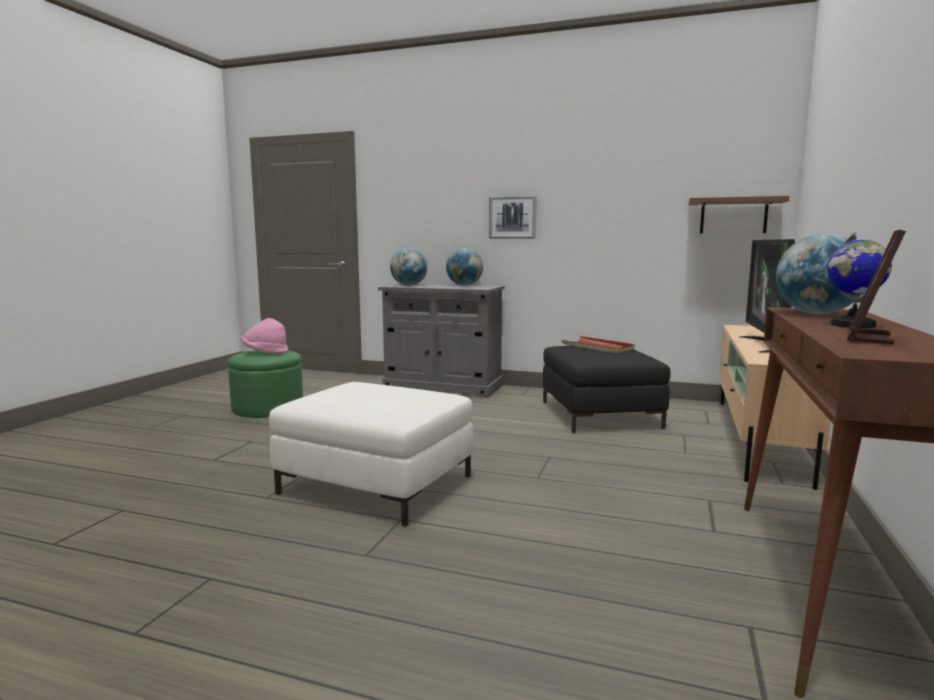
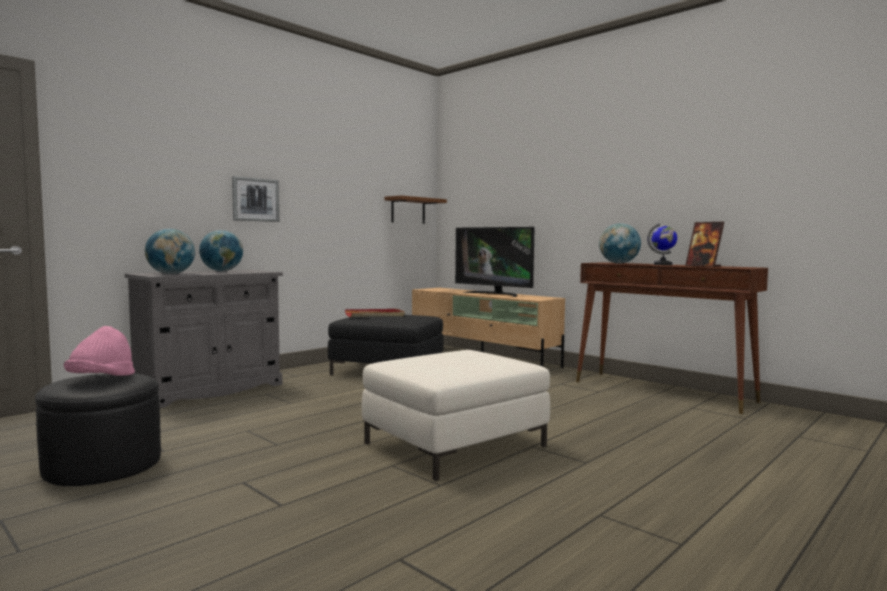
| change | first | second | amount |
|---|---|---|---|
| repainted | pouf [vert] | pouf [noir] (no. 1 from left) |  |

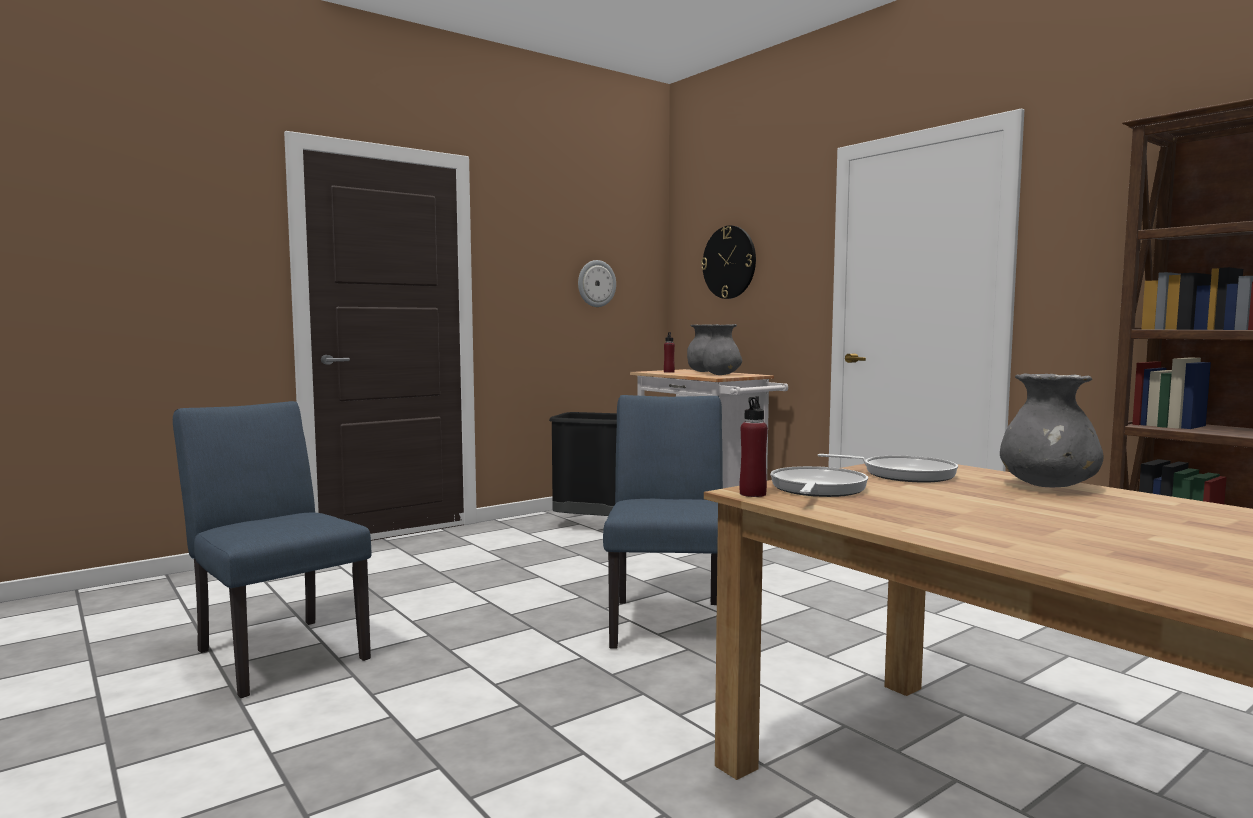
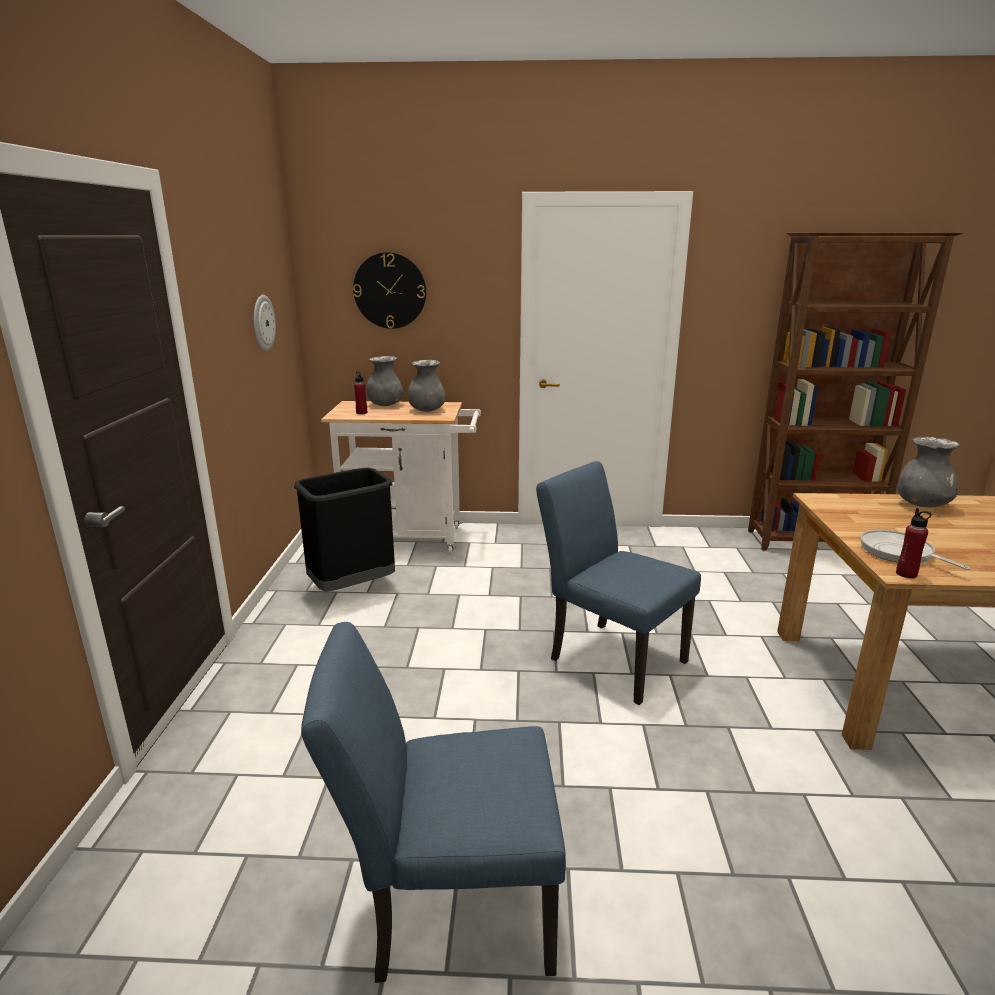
| change | first | second | amount |
|---|---|---|---|
| gone | poêle (no. 2 from left) |  |  |

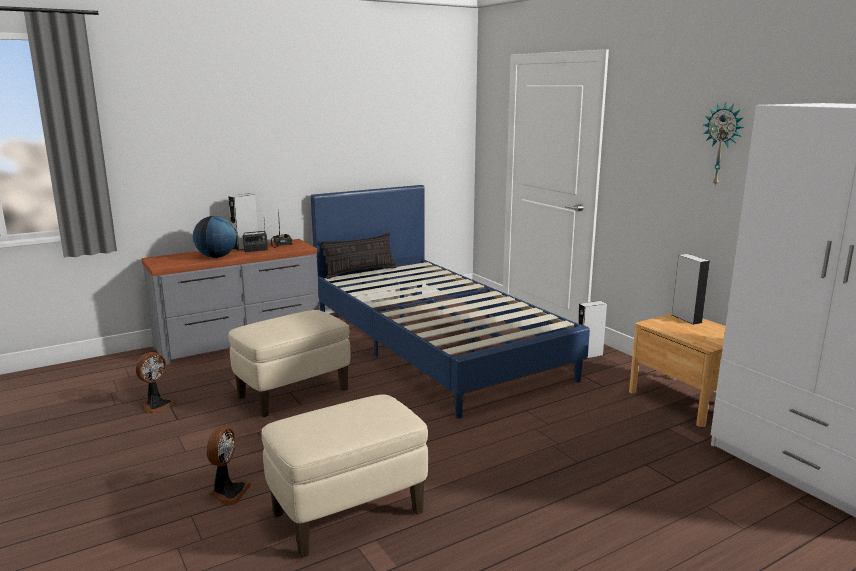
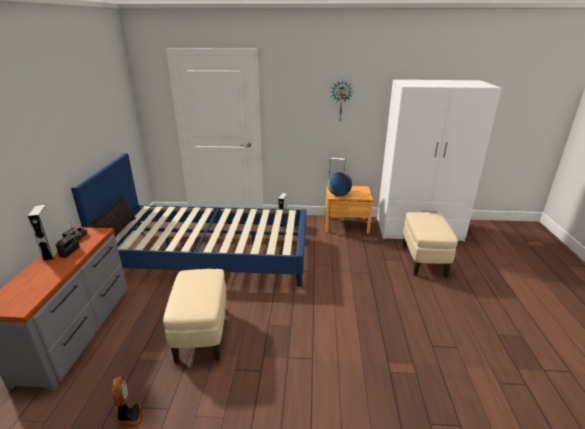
| change | first | second | amount |
|---|---|---|---|
| shifted | globe |  |  |
| shifted | pouf [beige] (no. 2 from left) |  |  |
| gone | ventilateur (no. 2 from left) |  |  |

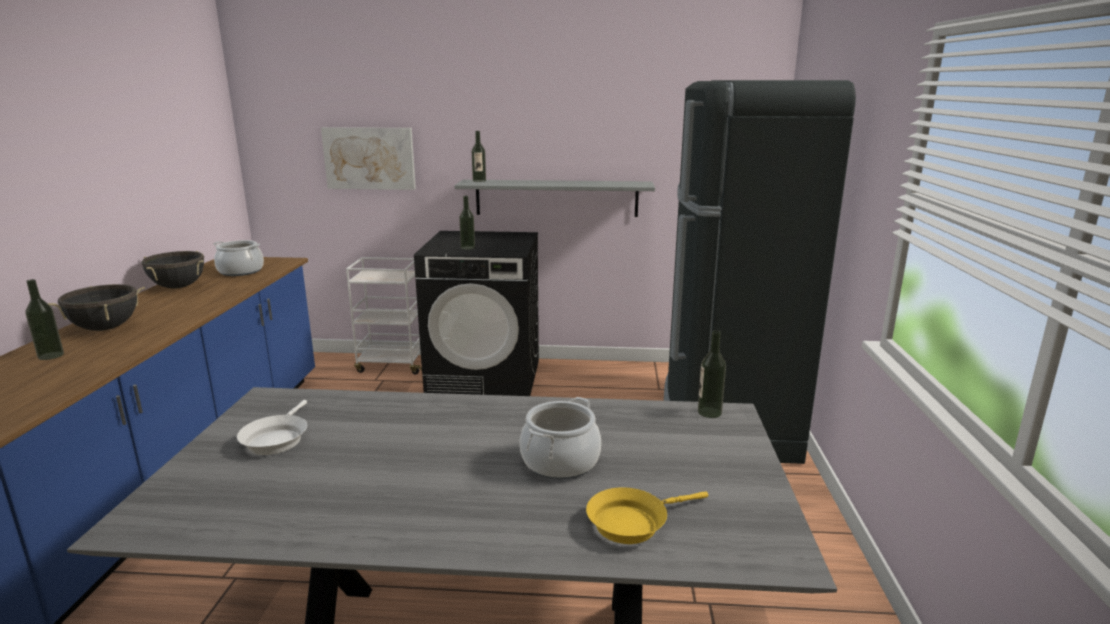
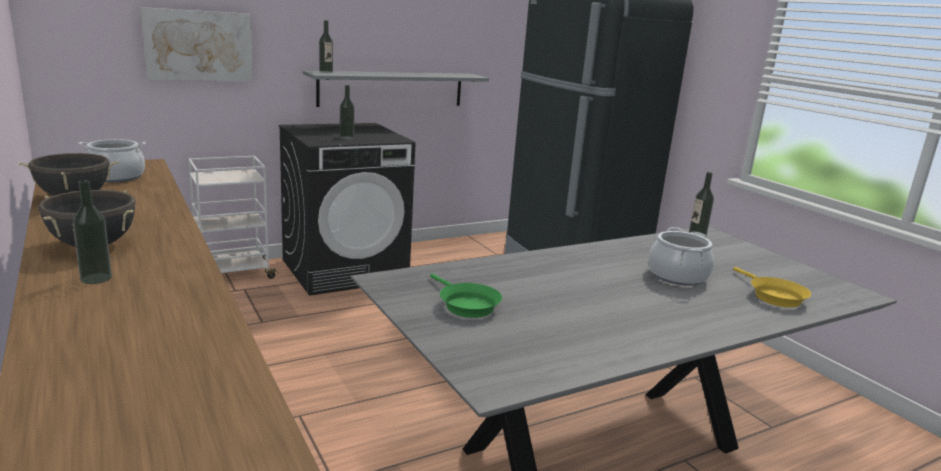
| change | first | second | amount |
|---|---|---|---|
| repainted | poêle [blanc] | poêle [vert] |  |
| rotated | poêle [jaune] |  | 45 degrees counterclockwise |

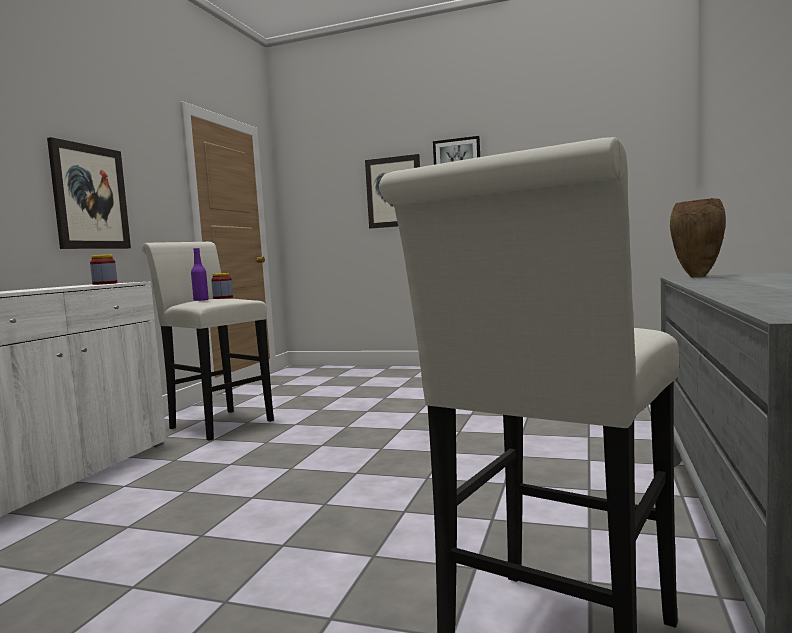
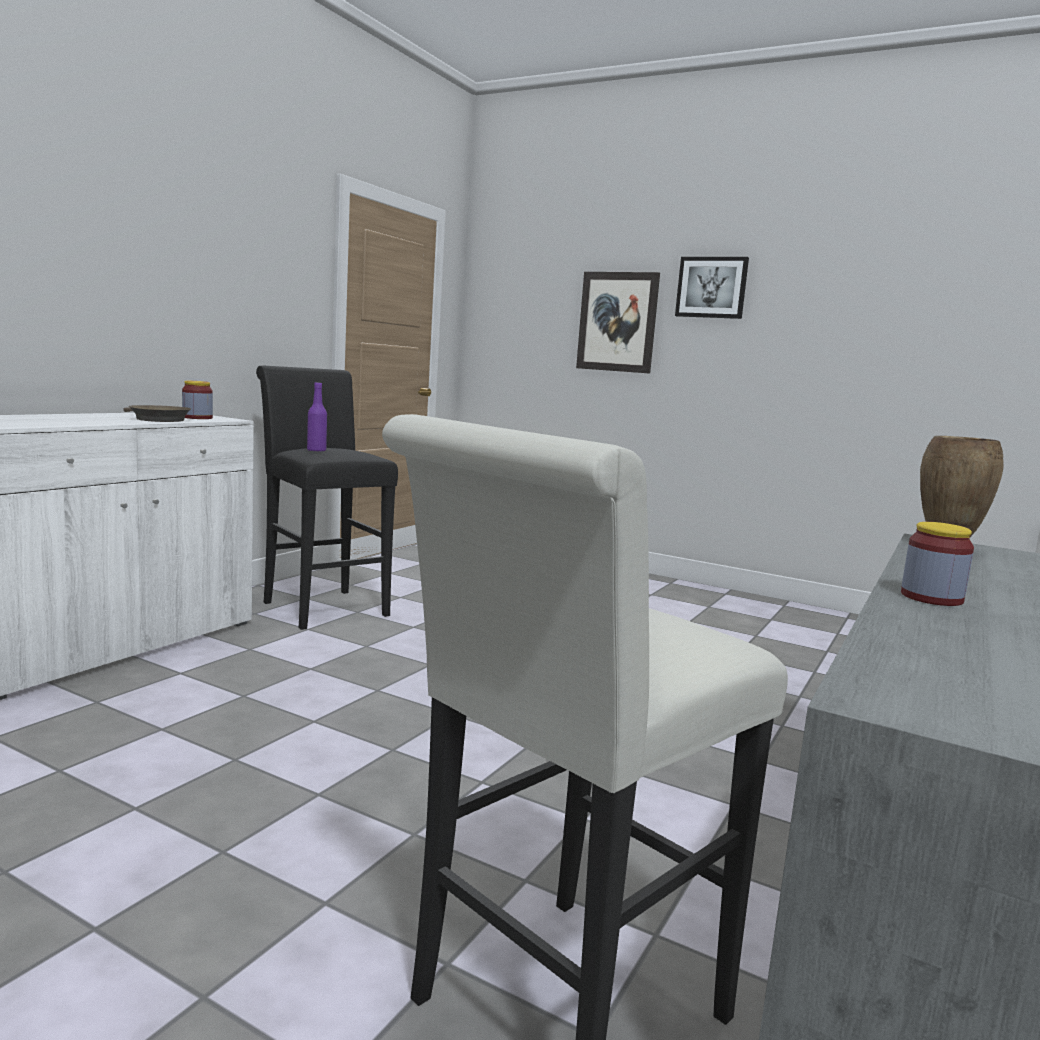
| change | first | second | amount |
|---|---|---|---|
| gone | tableau (no. 1 from left) |  |  |
| repainted | tabouret [blanc] (no. 1 from left) | tabouret [noir] |  |
| shifted | bocal (no. 2 from left) |  |  |
| new |  | poêle [marron] |  |

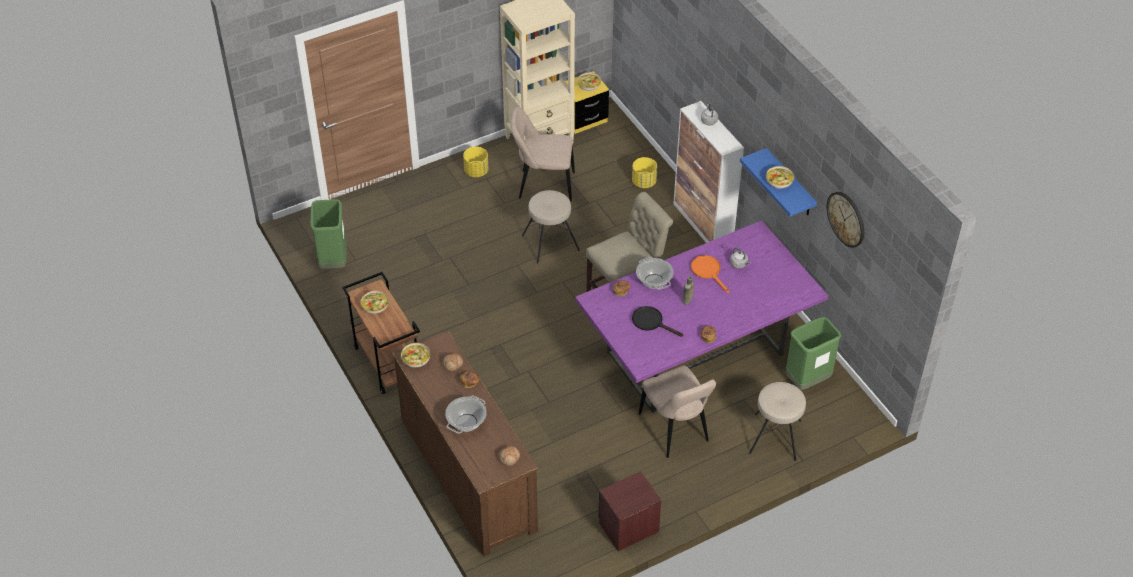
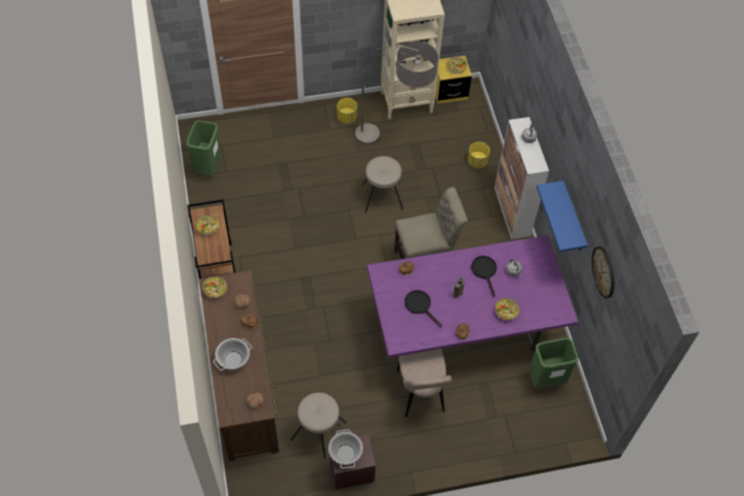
| change | first | second | amount |
|---|---|---|---|
| swapped | chaise [beige] (no. 1 from left) | lampadaire |  |
| shifted | bol (no. 4 from left) |  |  |
| repainted | poêle [orange] | poêle [noir] (no. 2 from left) |  |
| shifted | marmite (no. 2 from left) |  |  |
| shifted | tabouret [beige] (no. 2 from left in the first image) | tabouret [beige] (no. 1 from left) |  |

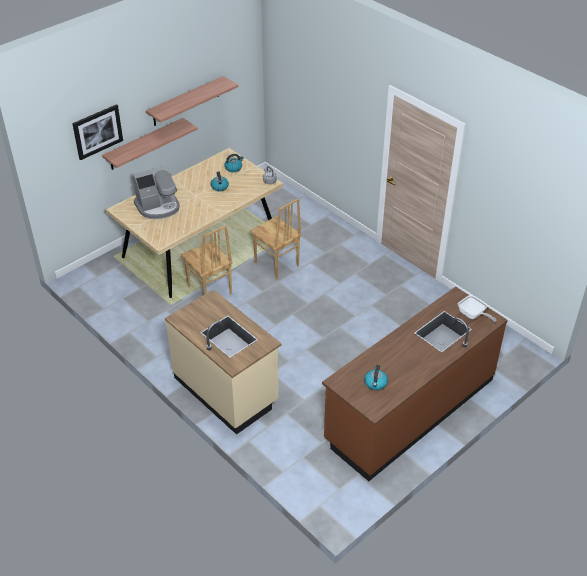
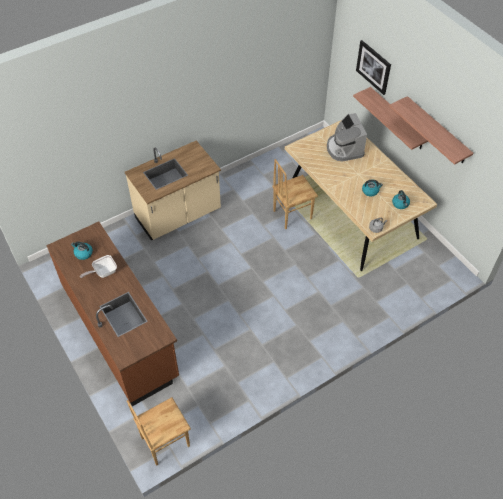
| change | first | second | amount |
|---|---|---|---|
| shifted | chaise [marron] (no. 2 from left in the first image) | chaise [marron] (no. 1 from left) |  |
| shifted | poêle |  |  |

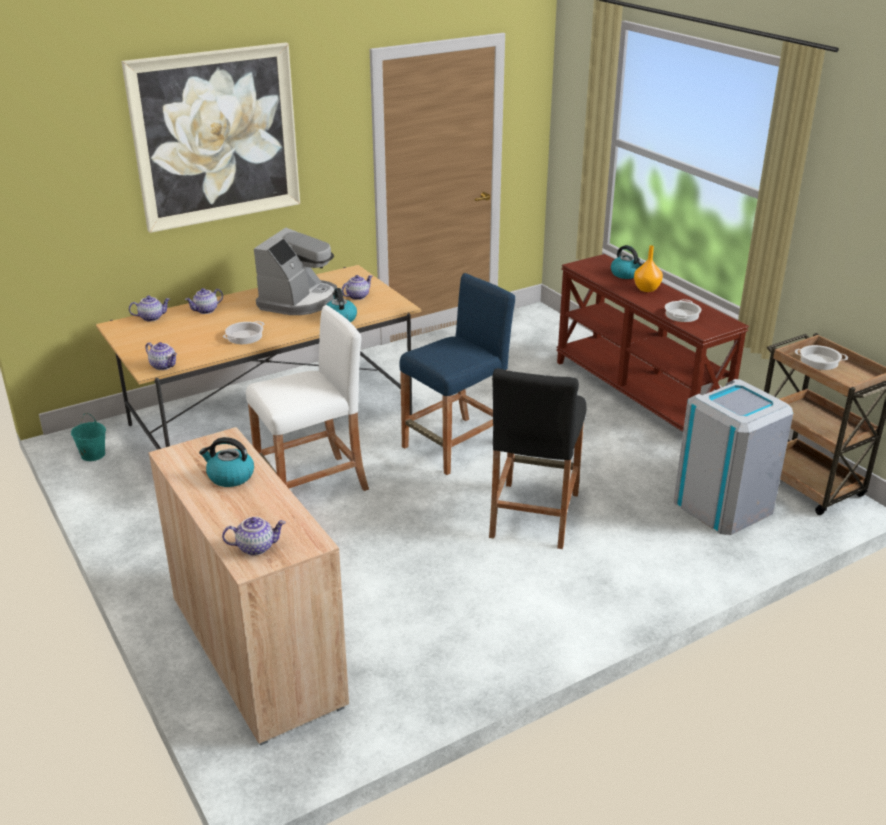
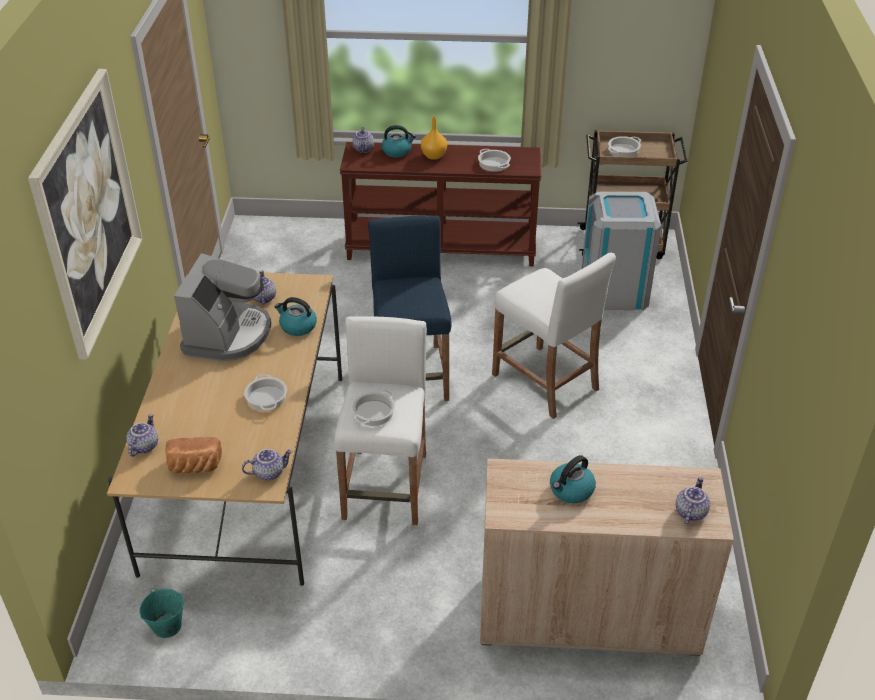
| change | first | second | amount |
|---|---|---|---|
| rotated | machine à café |  | 45 degrees clockwise |
| shifted | théière (no. 3 from left in the first image) | théière (no. 4 from left) |  |
| repainted | tabouret [noir] | tabouret [blanc] (no. 2 from left) |  |
| new |  | marmite (no. 2 from left) |  |
| new |  | pain |  |

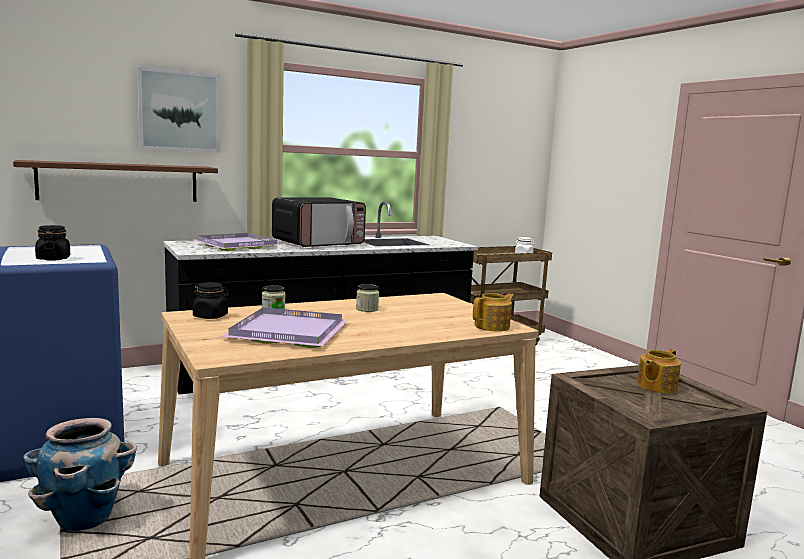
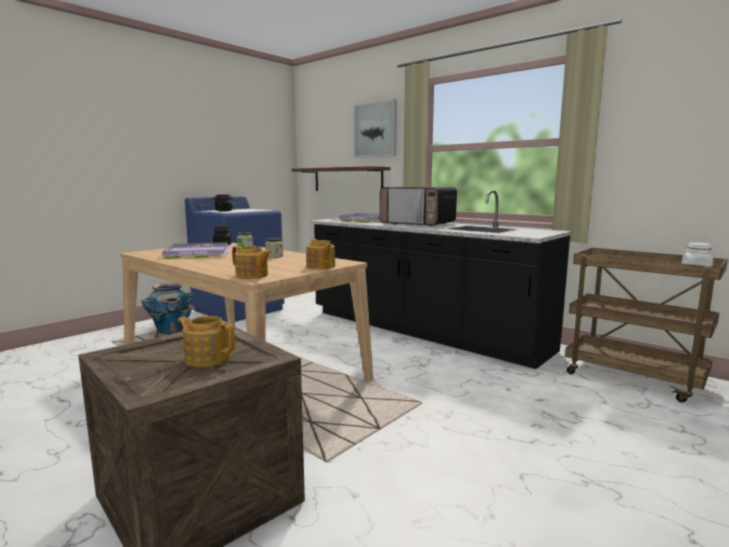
| change | first | second | amount |
|---|---|---|---|
| new |  | théière (no. 3 from left) |  |

